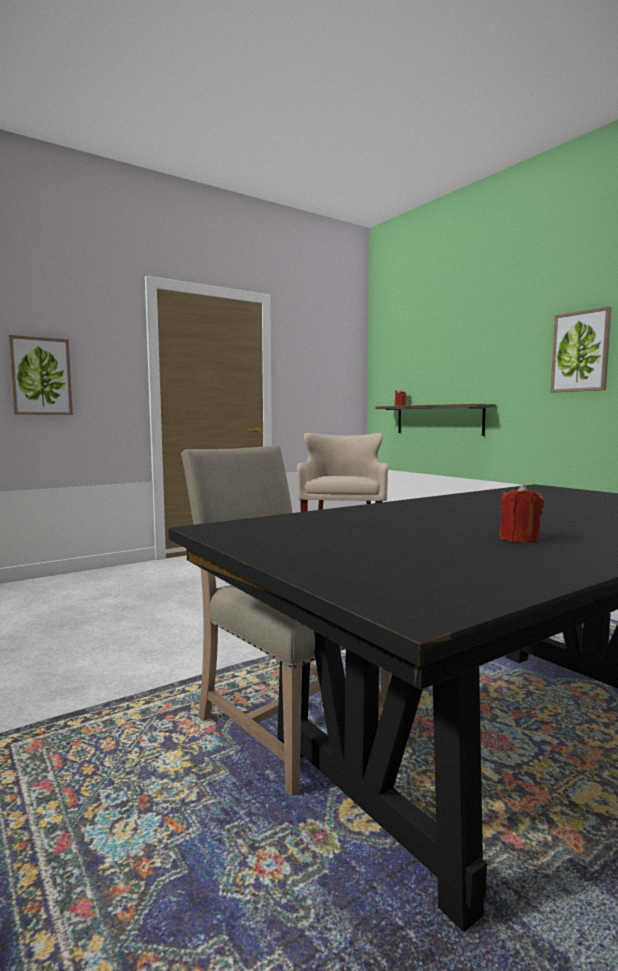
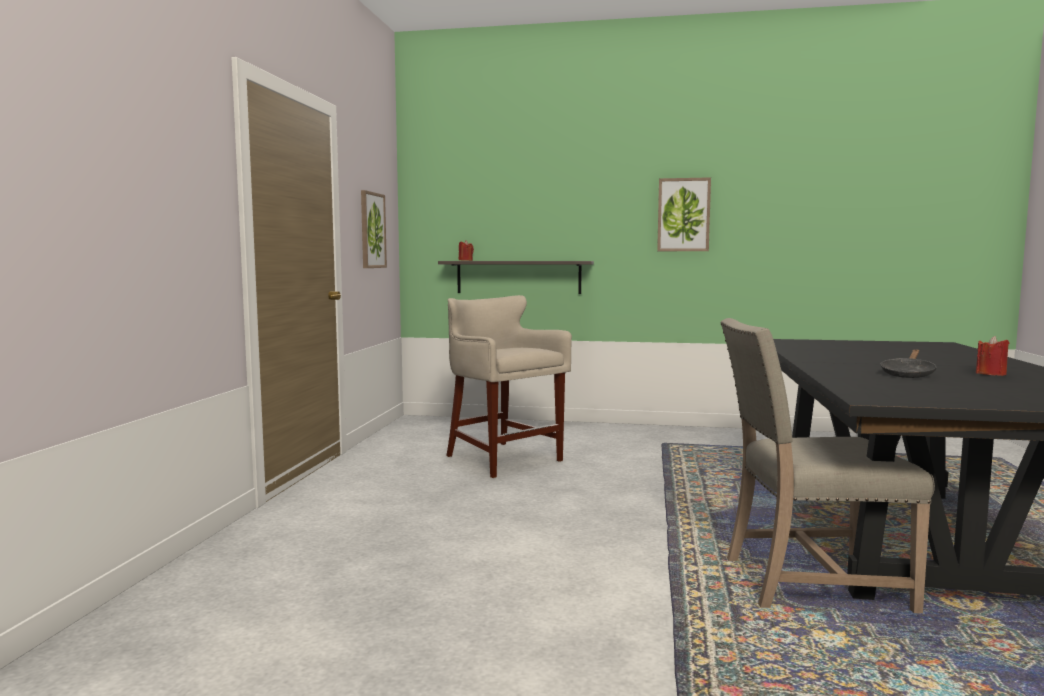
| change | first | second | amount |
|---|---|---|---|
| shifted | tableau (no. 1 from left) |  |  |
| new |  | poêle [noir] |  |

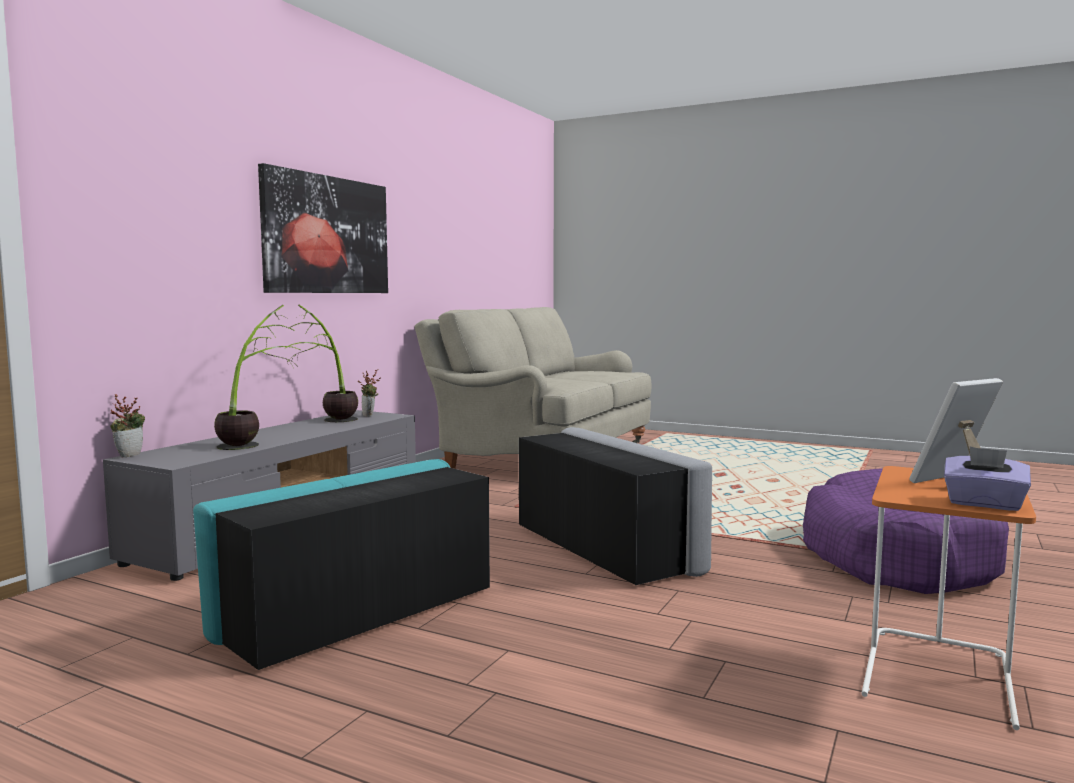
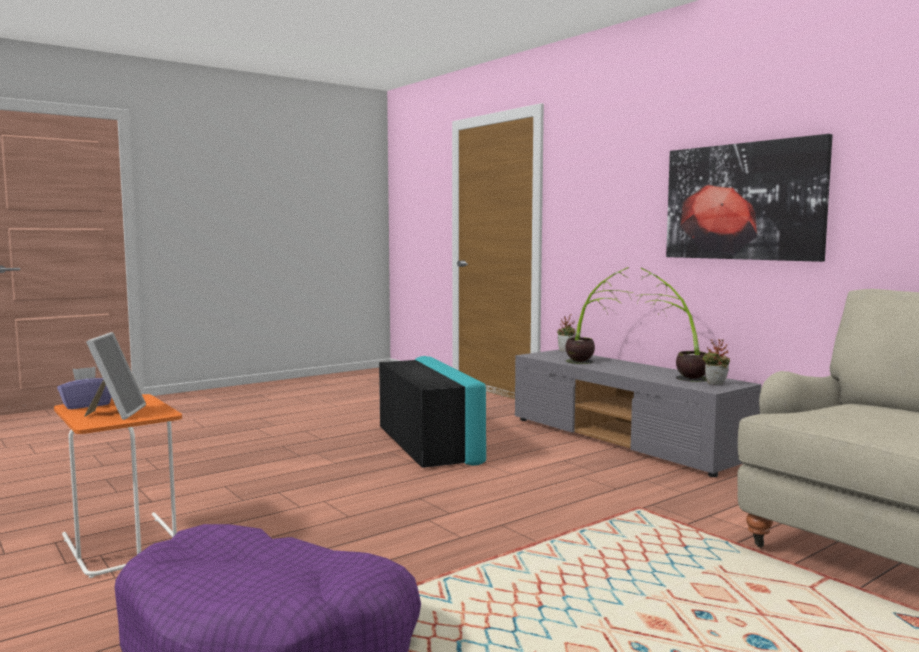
| change | first | second | amount |
|---|---|---|---|
| gone | pouf [gris] |  |  |

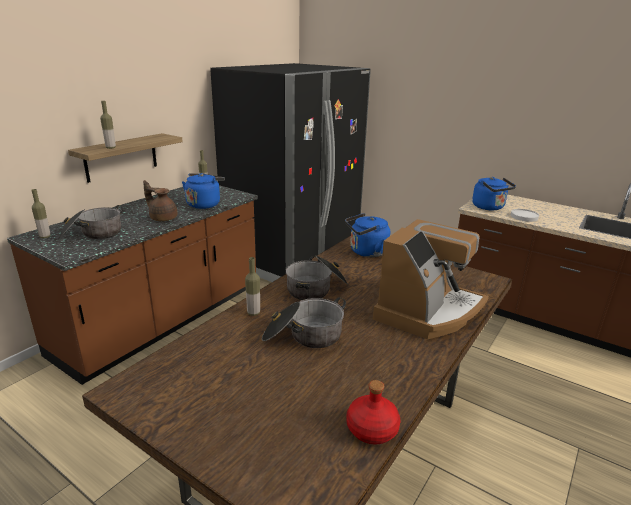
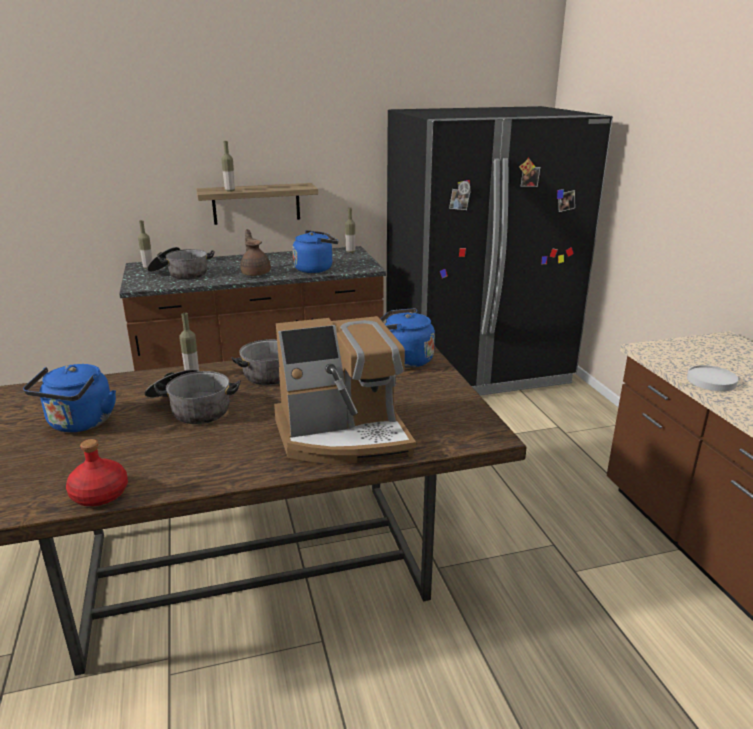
| change | first | second | amount |
|---|---|---|---|
| shifted | bouilloire [bleu] (no. 3 from left in the first image) | bouilloire [bleu] (no. 1 from left) |  |

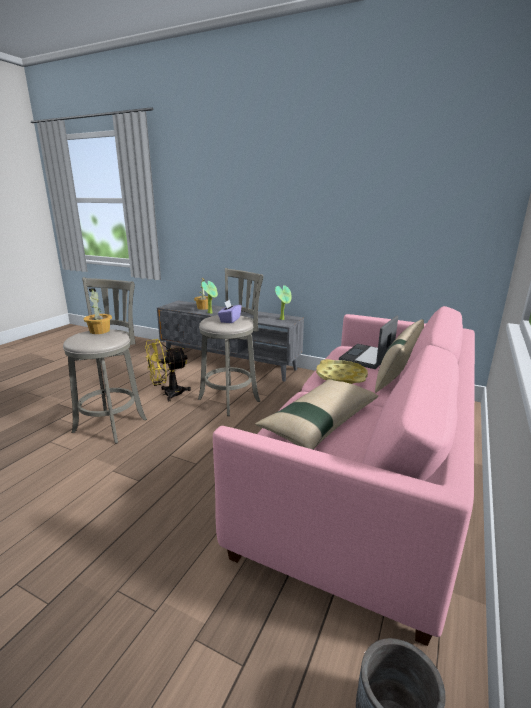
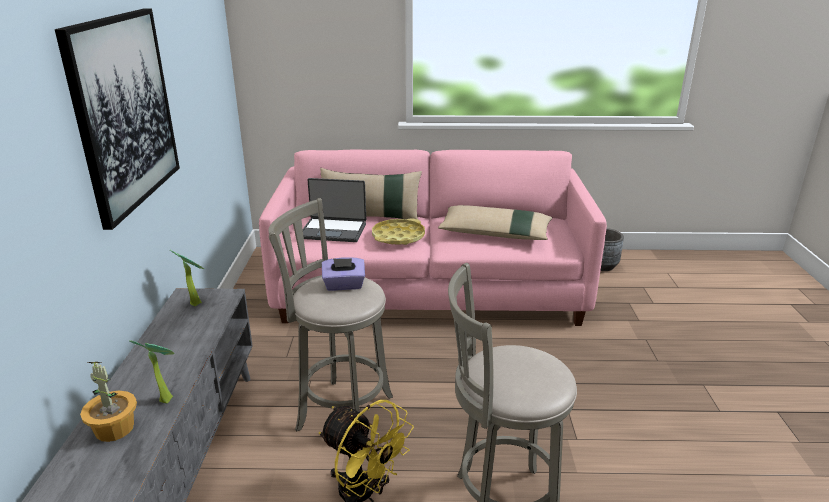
| change | first | second | amount |
|---|---|---|---|
| gone | plante en pot (no. 1 from left) |  |  |
| new |  | tableau |  |

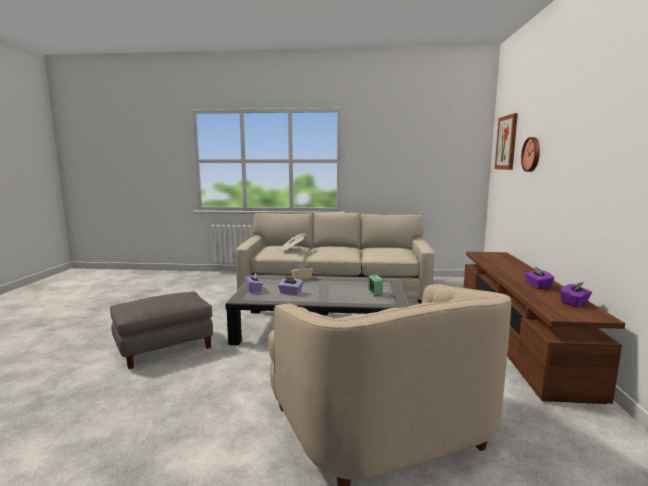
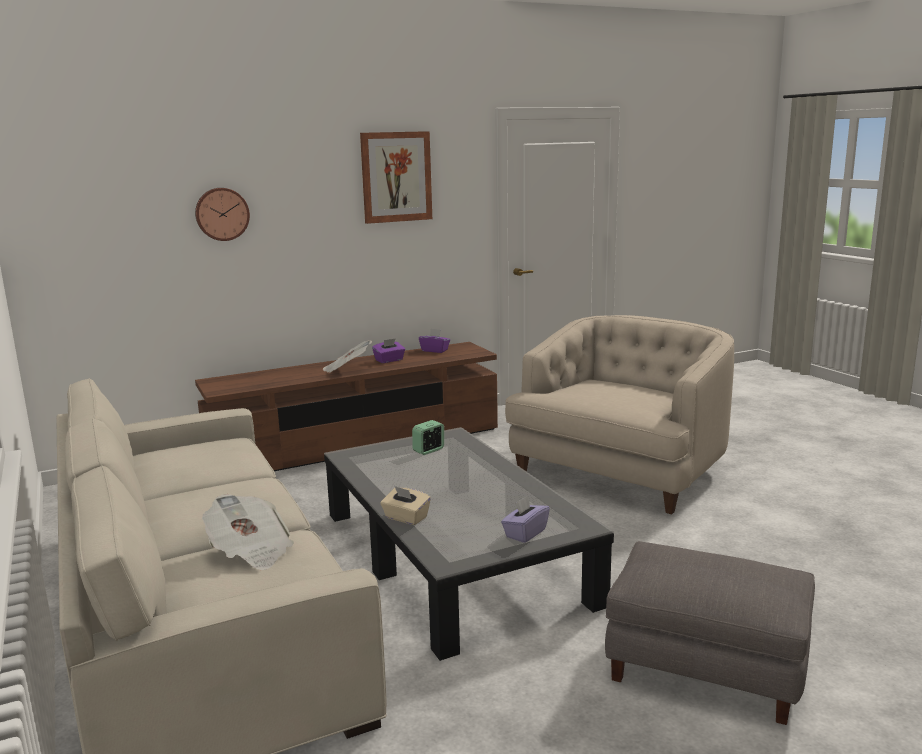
| change | first | second | amount |
|---|---|---|---|
| shifted | tableau |  |  |
| gone | boîte à mouchoirs [violet] (no. 2 from left) |  |  |
| new |  | journal (no. 2 from left) |  |

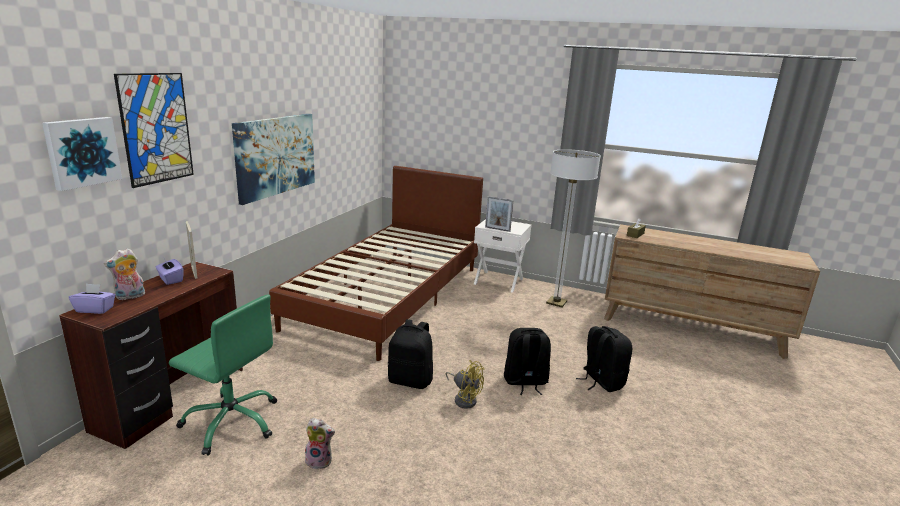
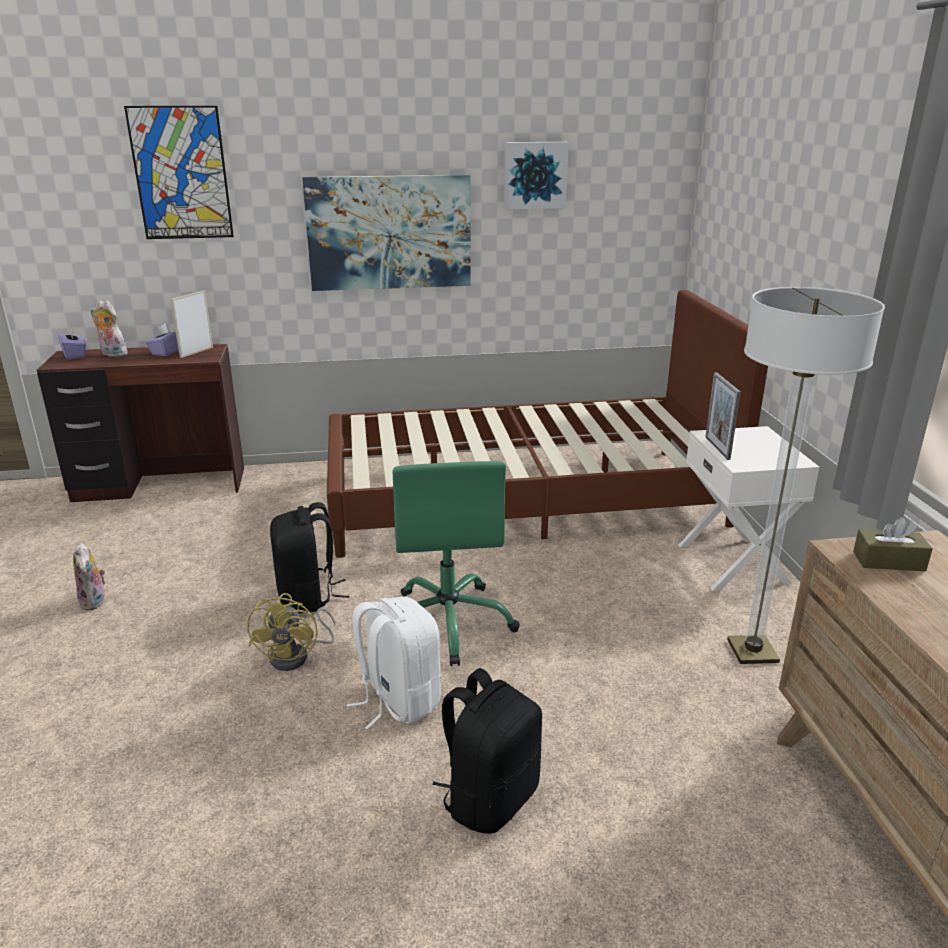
| change | first | second | amount |
|---|---|---|---|
| shifted | tableau (no. 1 from left in the first image) | tableau (no. 3 from left) |  |
| shifted | chaise de bureau [vert] |  |  |
| repainted | sac à dos [noir] (no. 2 from left) | sac à dos [blanc] |  |

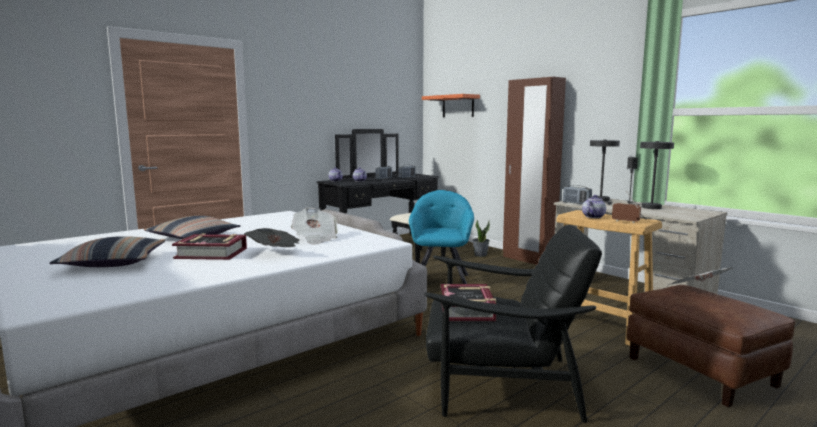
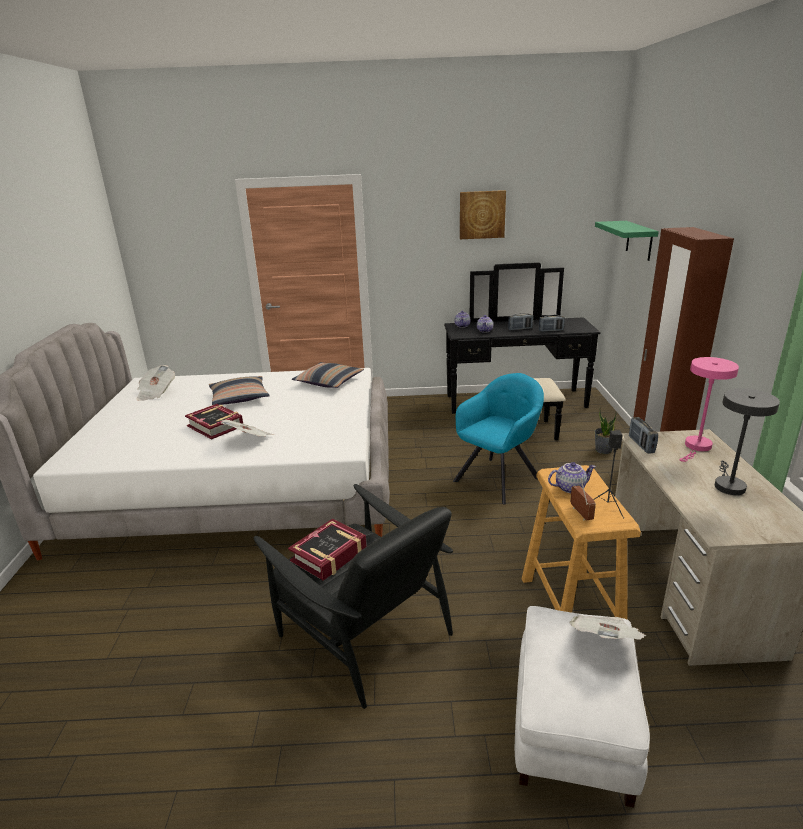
| change | first | second | amount |
|---|---|---|---|
| repainted | étagère [orange] | étagère [vert] |  |
| repainted | lampe de table [gris] (no. 1 from left) | lampe de table [rose] |  |
| shifted | journal (no. 2 from left in the first image) | journal (no. 1 from left) |  |
| shifted | coussin (no. 1 from left in the first image) | coussin (no. 2 from left) |  |
| repainted | pouf [marron] | pouf [blanc] |  |
| new |  | tableau |  |

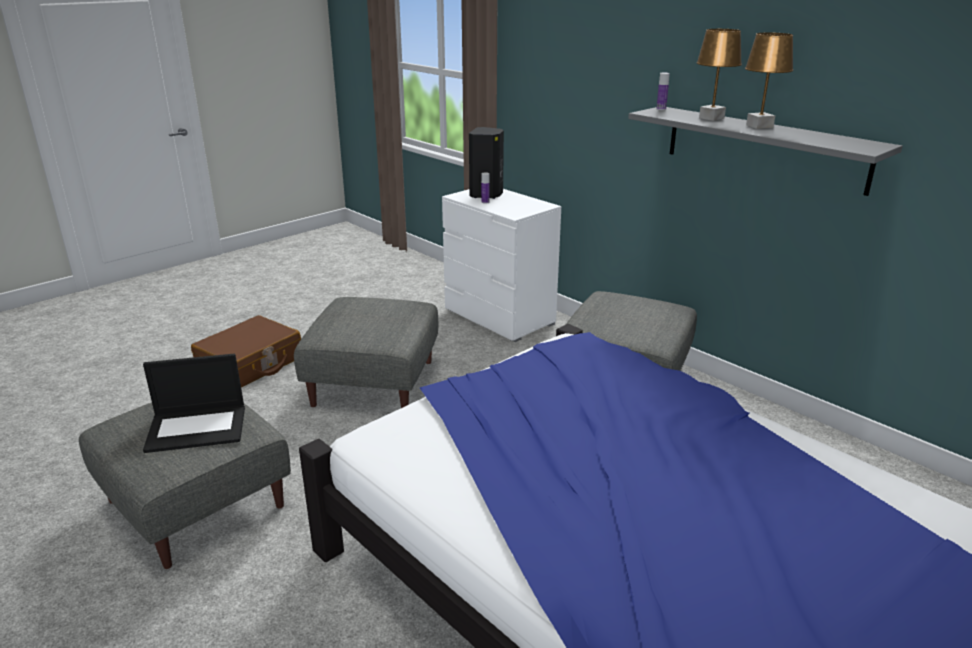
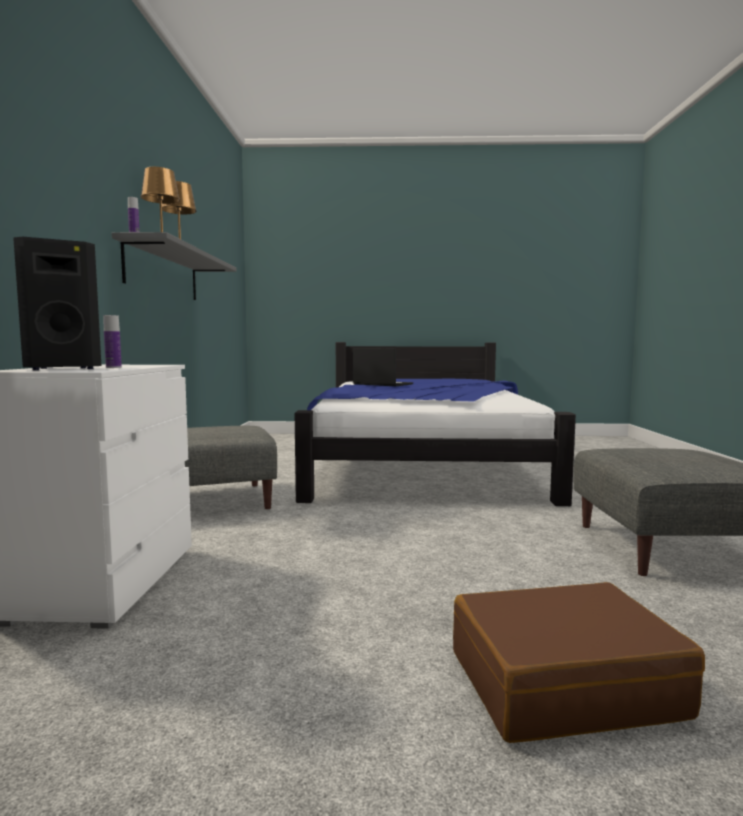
| change | first | second | amount |
|---|---|---|---|
| gone | pouf [gris] (no. 2 from left) |  |  |
| shifted | ordinateur portable |  |  |

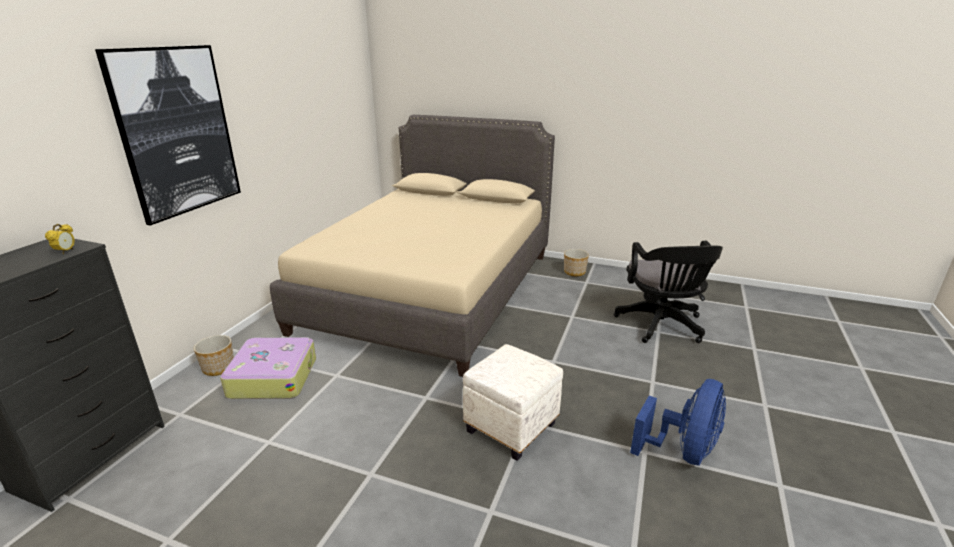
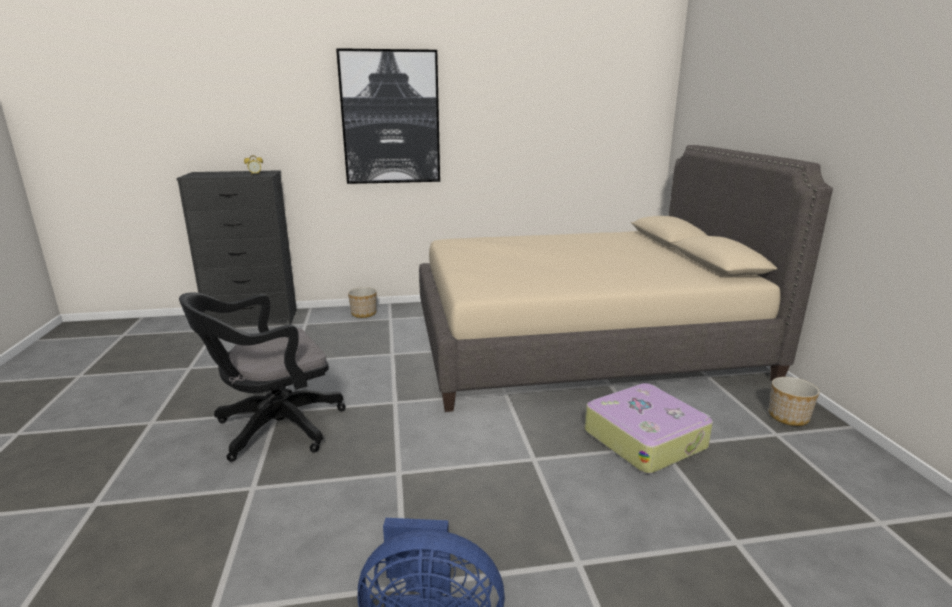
| change | first | second | amount |
|---|---|---|---|
| shifted | chaise de bureau [noir] |  |  |
| shifted | valise |  |  |
| gone | pouf [blanc] |  |  |

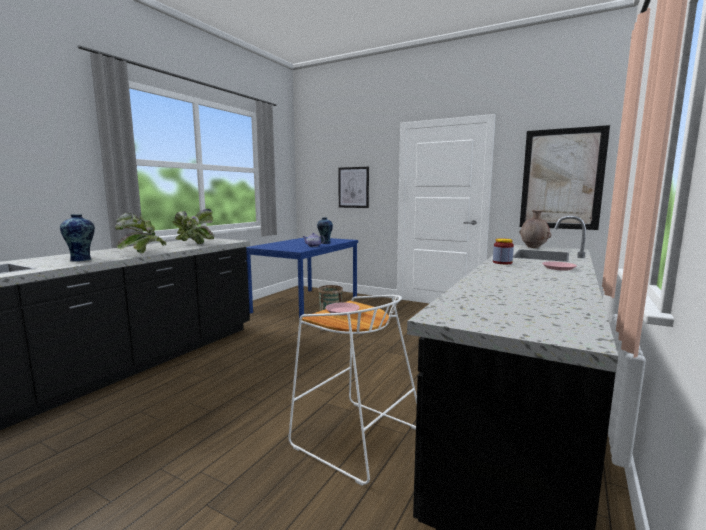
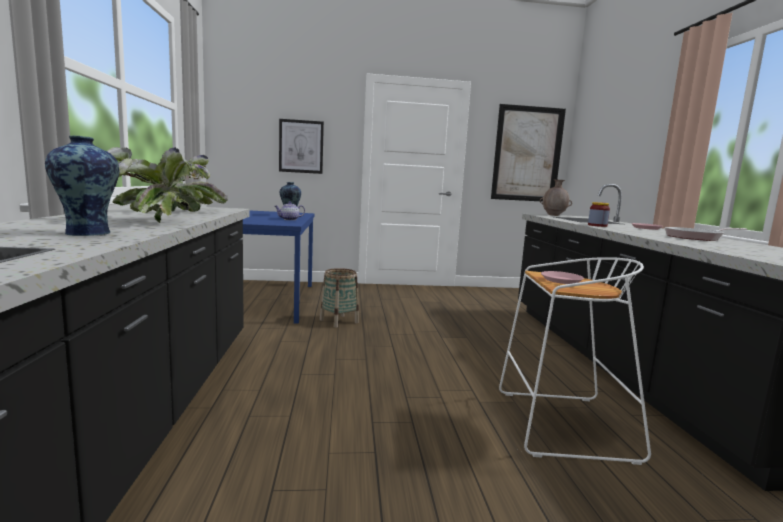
| change | first | second | amount |
|---|---|---|---|
| new |  | poêle |  |

